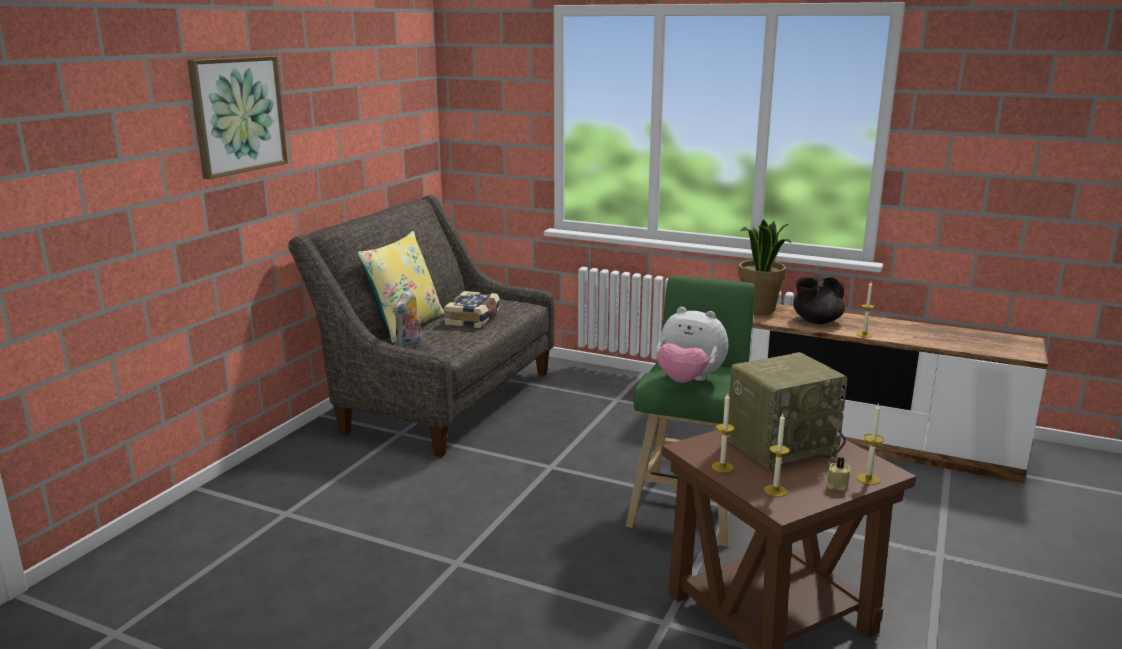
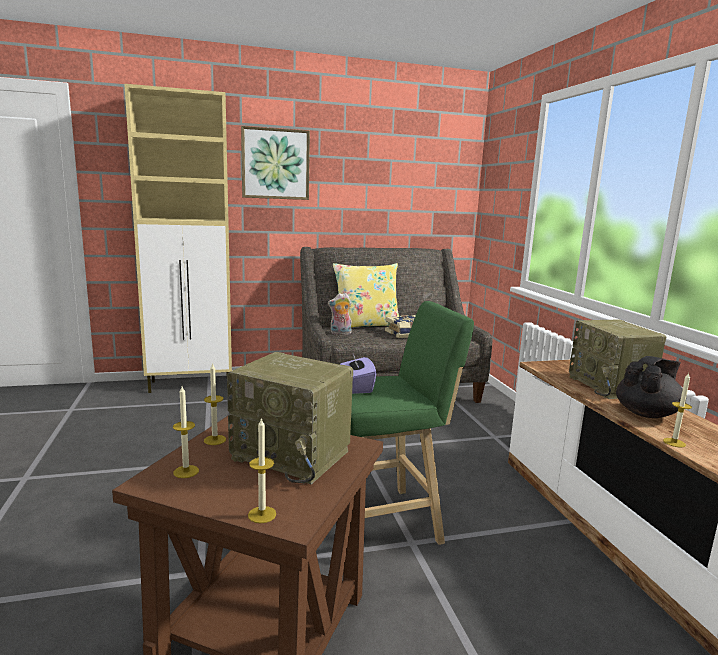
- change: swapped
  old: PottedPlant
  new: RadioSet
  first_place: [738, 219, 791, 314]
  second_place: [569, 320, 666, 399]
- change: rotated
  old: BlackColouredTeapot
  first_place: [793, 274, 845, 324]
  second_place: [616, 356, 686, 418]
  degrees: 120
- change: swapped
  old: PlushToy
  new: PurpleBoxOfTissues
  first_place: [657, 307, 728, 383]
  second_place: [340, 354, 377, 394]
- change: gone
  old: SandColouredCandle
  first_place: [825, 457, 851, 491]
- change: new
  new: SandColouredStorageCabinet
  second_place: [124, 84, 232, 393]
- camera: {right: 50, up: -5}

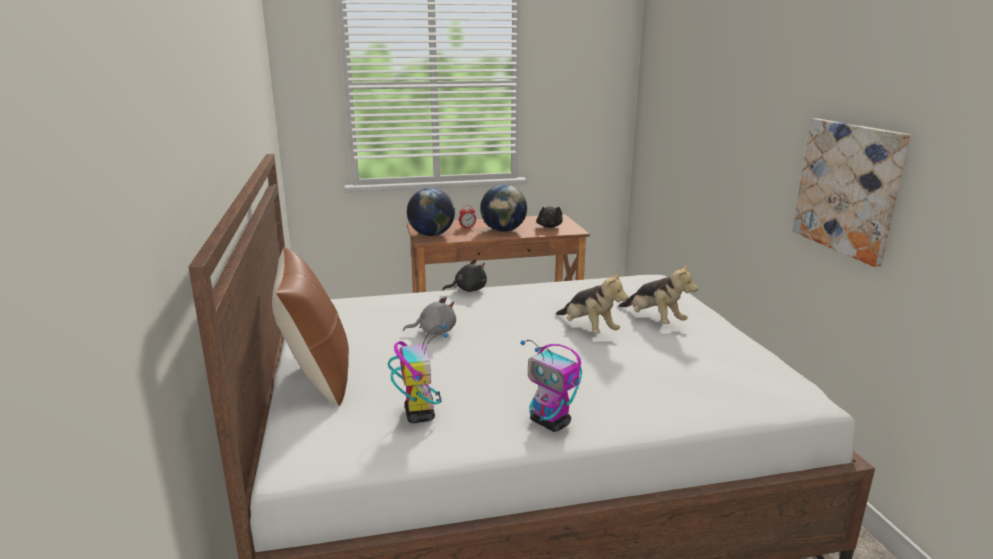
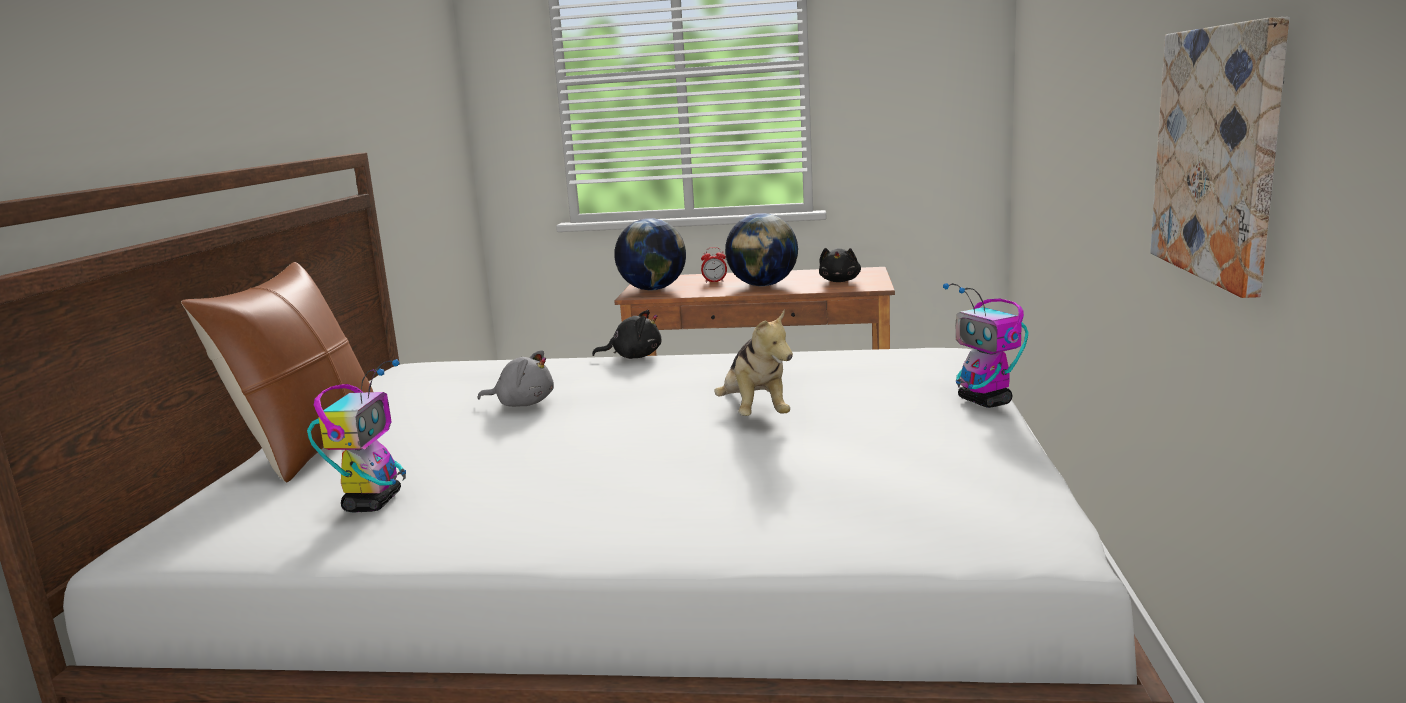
- change: gone
  old: PlushToy
  first_place: [619, 263, 698, 324]
- change: shifted
  old: RobotFigure
  first_place: [520, 340, 582, 432]
  second_place: [943, 283, 1029, 408]
- camera: {right: 20, up: -5}

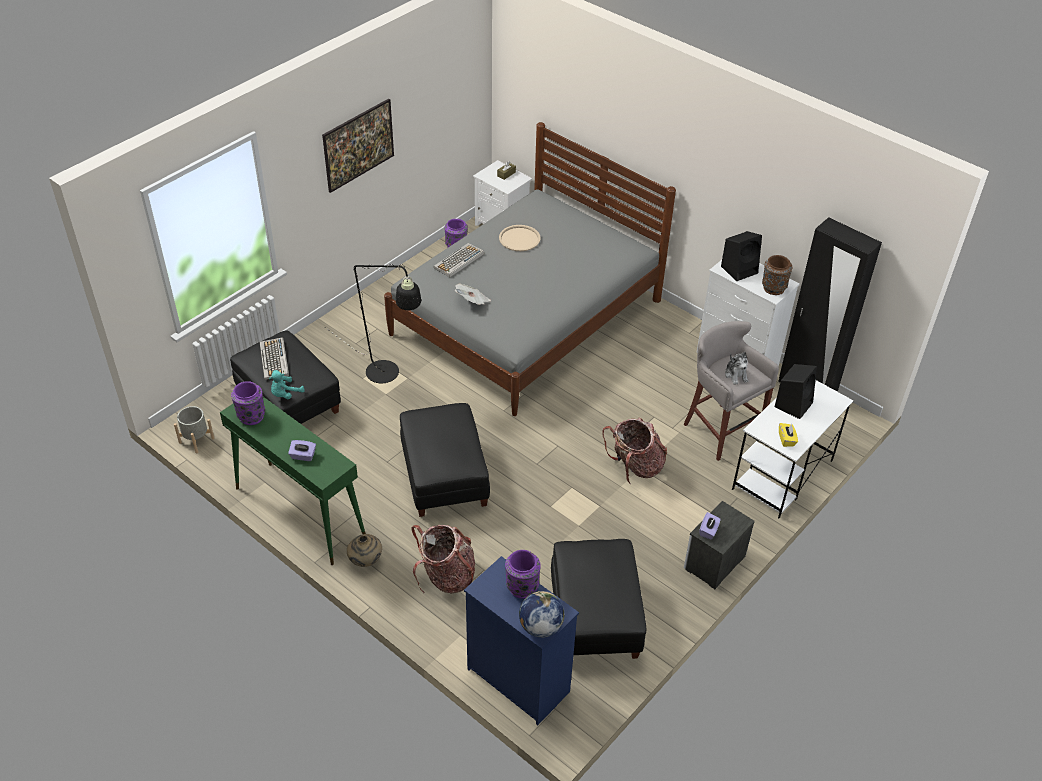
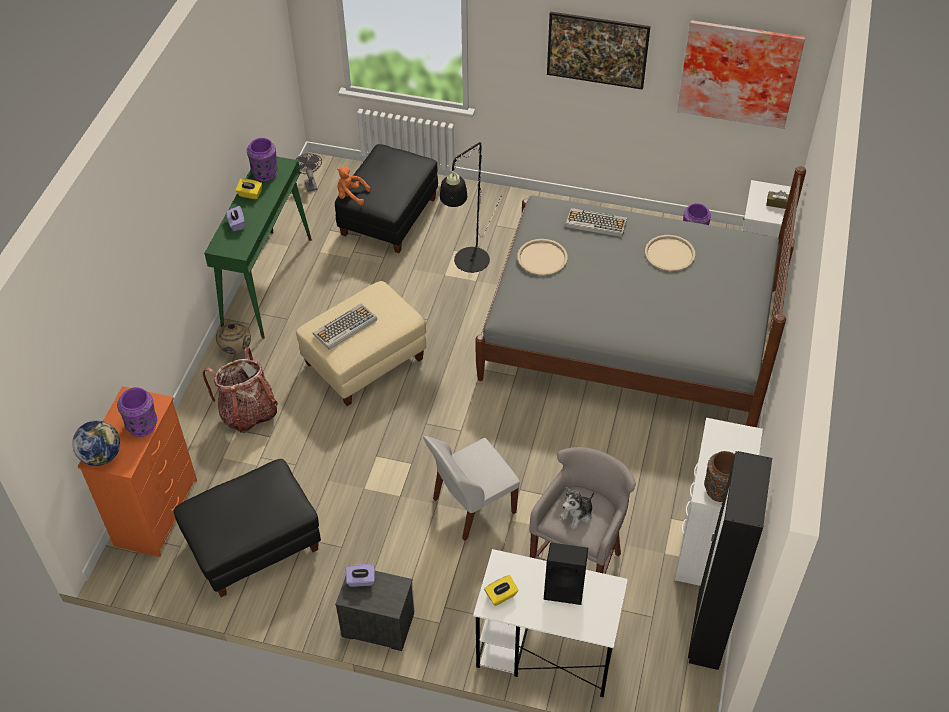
- change: gone
  old: BlackColouredLoudspeaker
  first_place: [721, 231, 762, 281]
- change: swapped
  old: DailyPaper
  new: SandColouredCarryingTray
  first_place: [455, 284, 491, 305]
  second_place: [517, 239, 568, 276]
- change: shifted
  old: ComputerKeyboard
  first_place: [260, 337, 289, 380]
  second_place: [313, 304, 377, 350]
- change: repainted
  old: BlueGreenPlushToy
  new: OrangeColouredPlushToy
  first_place: [269, 370, 305, 399]
  second_place: [337, 167, 371, 205]
- change: repainted
  old: BlackColouredPouffe
  new: SandColouredPouffe
  first_place: [400, 403, 490, 517]
  second_place: [296, 281, 426, 406]
- change: swapped
  old: GreyishPlantPot
  new: GreyishCoolingFan
  first_place: [174, 406, 214, 453]
  second_place: [295, 153, 322, 192]
- change: swapped
  old: Rucksack
  new: WhitishUprightChair
  first_place: [602, 418, 667, 484]
  second_place: [423, 436, 520, 541]
- change: repainted
  old: BlueColouredChestOfDrawers
  new: OrangeColouredChestOfDrawers
  first_place: [464, 556, 579, 725]
  second_place: [78, 386, 197, 557]
- change: new
  new: WallPicture
  second_place: [677, 20, 805, 129]
- change: new
  new: YellowishBoxOfTissues
  second_place: [236, 179, 262, 199]
- camera: {right: 65, up: 5}

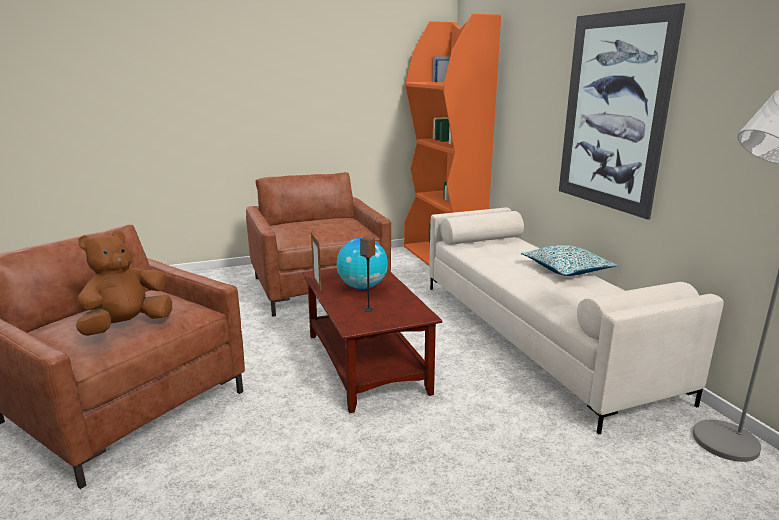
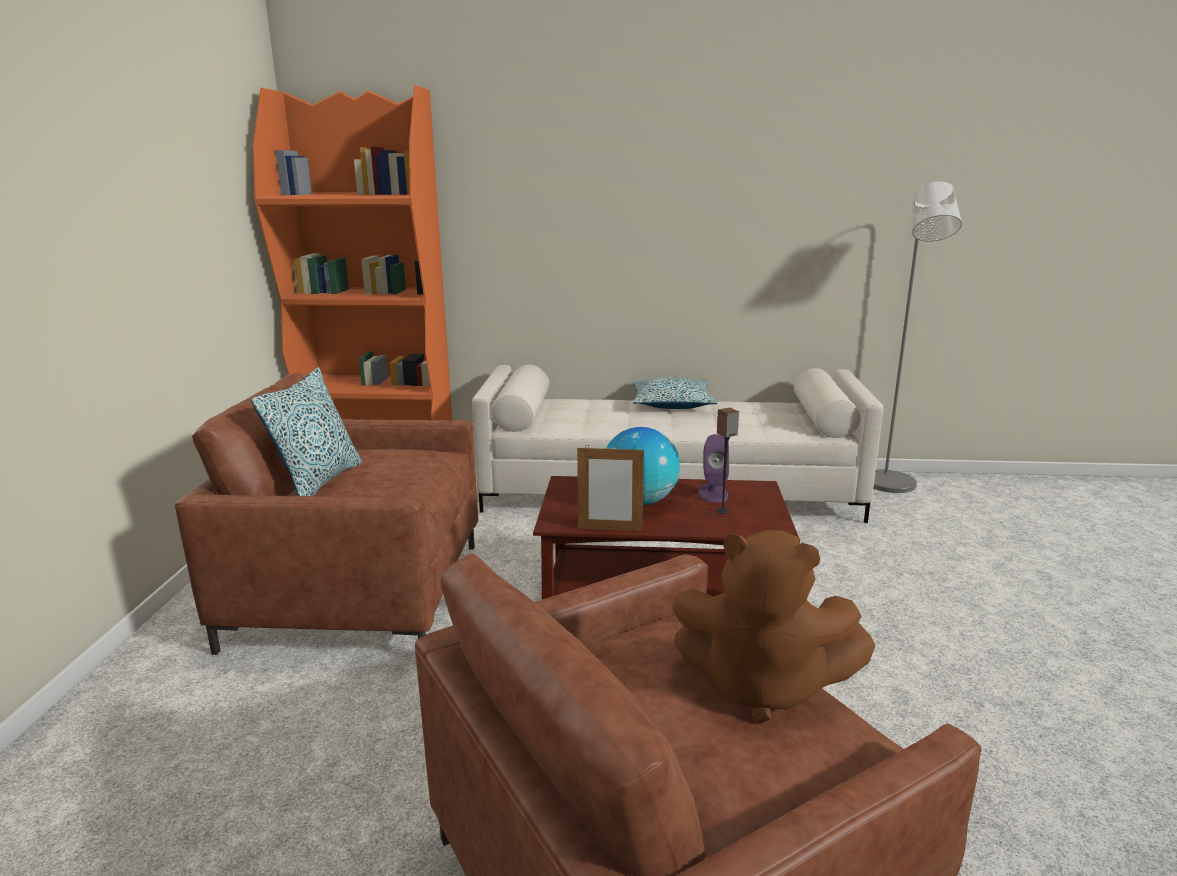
- change: gone
  old: WallPicture
  first_place: [559, 3, 686, 220]
- change: rotated
  old: BrownPlushToy
  first_place: [76, 231, 172, 336]
  second_place: [672, 530, 875, 723]
  degrees: -45
- change: new
  new: Cushion
  second_place: [251, 367, 362, 496]
- change: new
  new: PurpleLoudspeaker
  second_place: [698, 434, 729, 503]
- camera: {right: -65, up: 0}

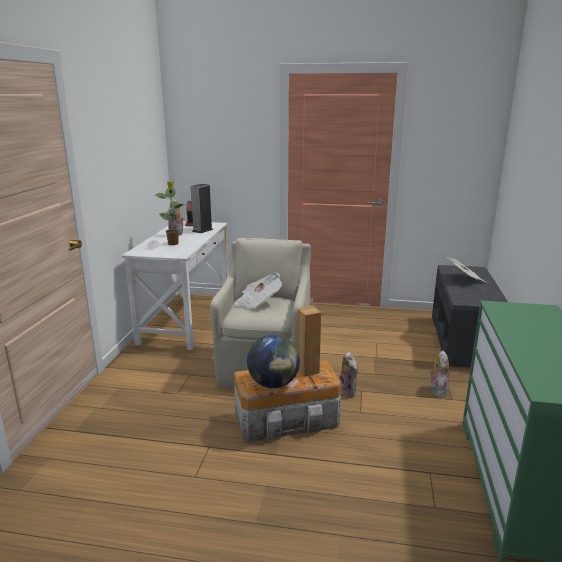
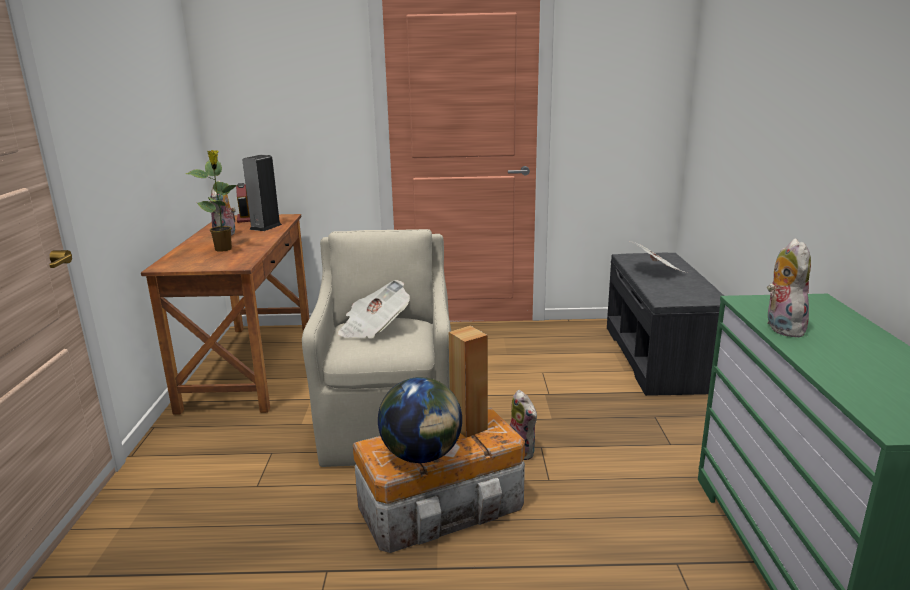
- change: repainted
  old: WhitishDeskTable
  new: BrownDeskTable
  first_place: [122, 221, 228, 350]
  second_place: [141, 214, 309, 415]
- change: shifted
  old: PlushToy
  first_place: [429, 351, 449, 397]
  second_place: [767, 239, 811, 337]
- camera: {right: -10, up: 0}

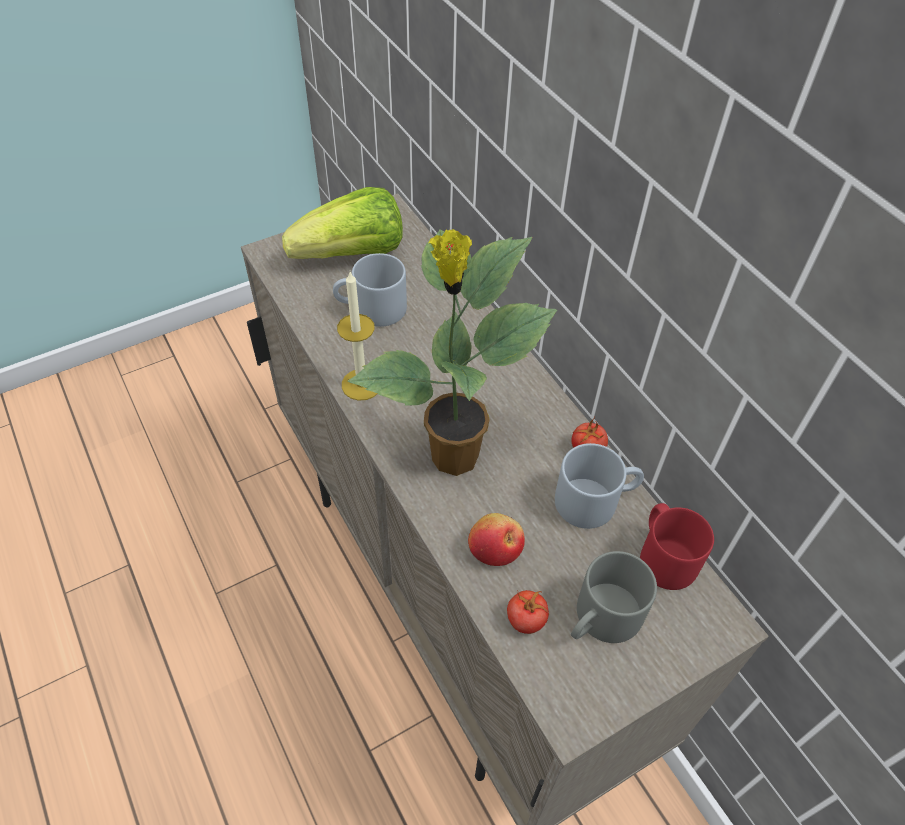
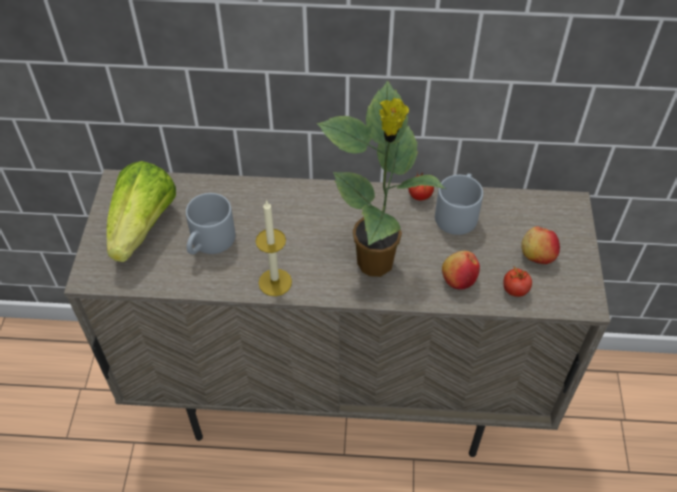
- change: gone
  old: ReddishMug
  first_place: [640, 503, 714, 590]
- change: swapped
  old: GreyishMug
  new: Apple
  first_place: [571, 551, 657, 643]
  second_place: [521, 226, 560, 264]
- camera: {right: -55, up: 0}

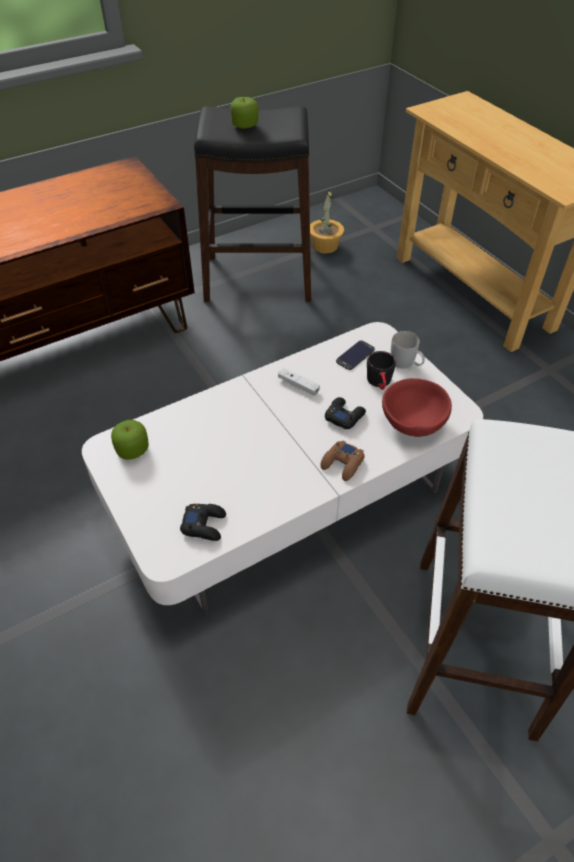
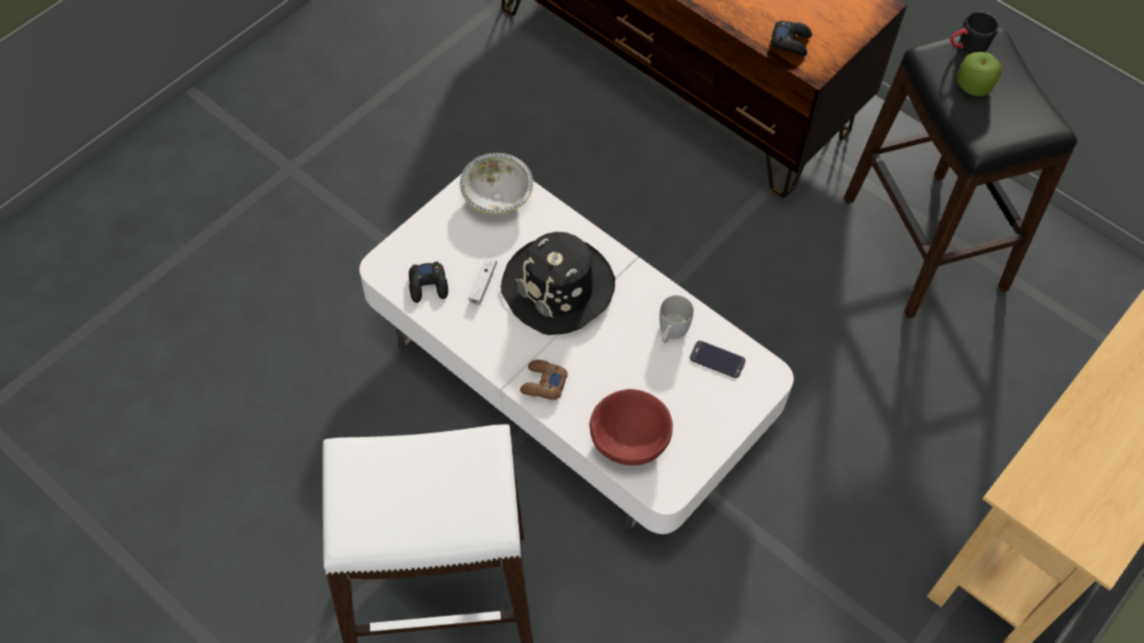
- change: gone
  old: PottedPlant
  first_place: [310, 189, 344, 253]
- change: shifted
  old: WhitishMug
  first_place: [391, 331, 425, 369]
  second_place: [659, 295, 694, 343]
- change: shifted
  old: BlackColouredMug
  first_place: [367, 351, 396, 390]
  second_place: [950, 11, 999, 54]
- change: shifted
  old: WhitishGameController
  first_place: [278, 368, 320, 396]
  second_place: [469, 257, 497, 305]
- change: shifted
  old: BlackColouredGameController
  first_place: [325, 397, 366, 430]
  second_place: [770, 21, 812, 56]
- change: swapped
  old: Apple
  new: ServingBowl
  first_place: [111, 420, 149, 460]
  second_place: [460, 153, 533, 214]
- change: new
  new: BlackColouredHat
  second_place: [501, 232, 615, 335]
- camera: {right: 70, up: 10}

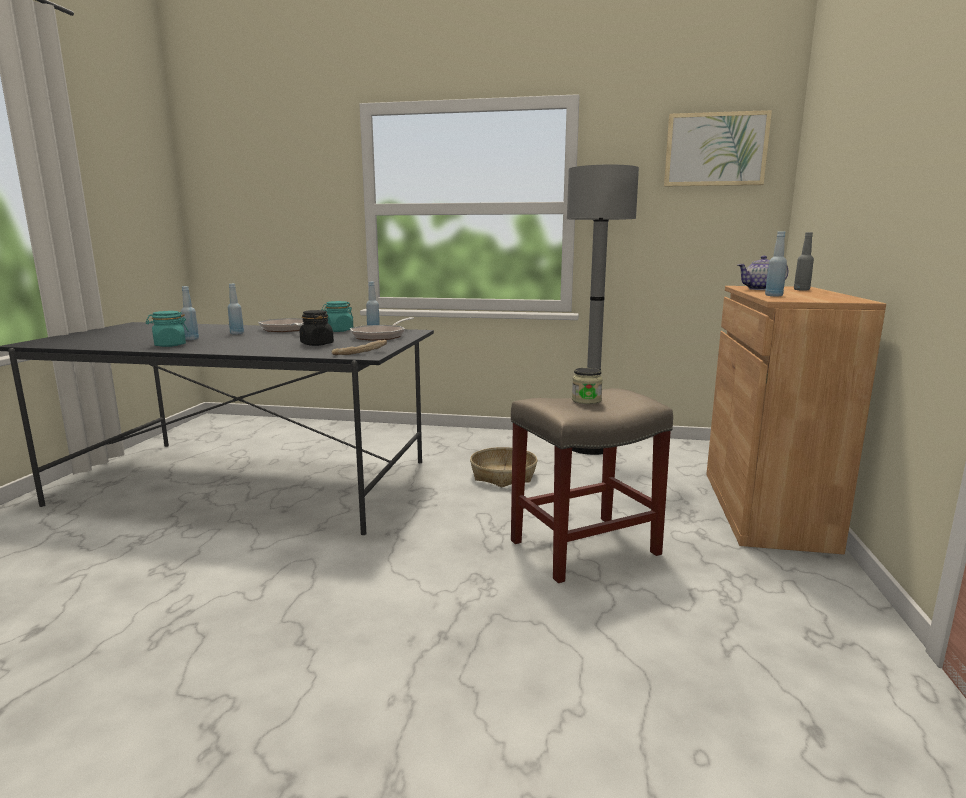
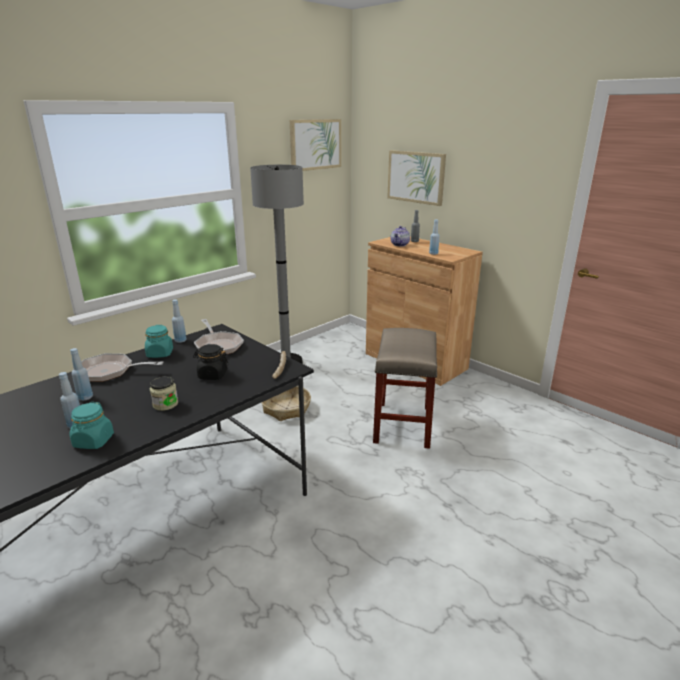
- change: shifted
  old: Jar
  first_place: [572, 368, 603, 404]
  second_place: [150, 376, 178, 411]
- change: new
  new: WallPicture
  second_place: [387, 150, 446, 206]
- camera: {right: -55, up: 10}

